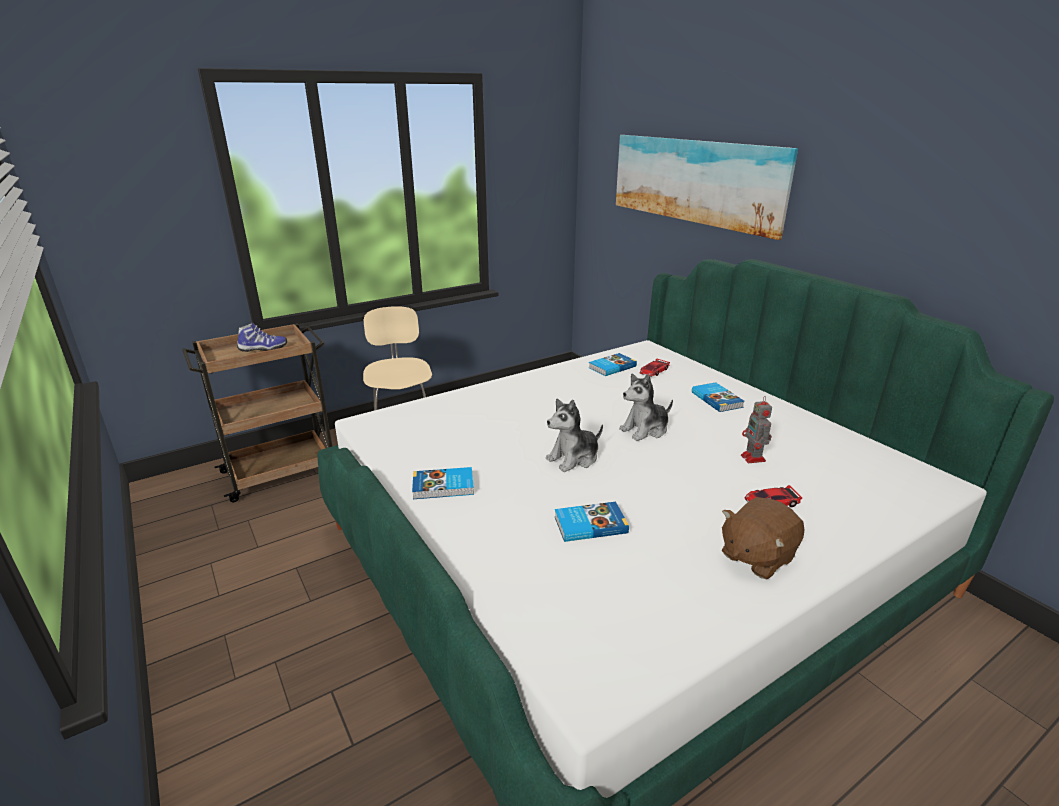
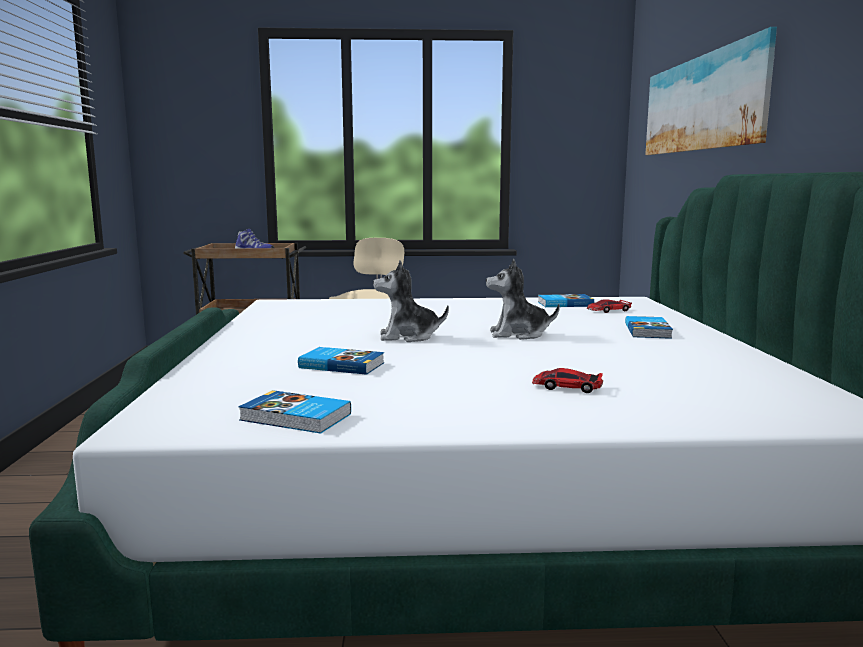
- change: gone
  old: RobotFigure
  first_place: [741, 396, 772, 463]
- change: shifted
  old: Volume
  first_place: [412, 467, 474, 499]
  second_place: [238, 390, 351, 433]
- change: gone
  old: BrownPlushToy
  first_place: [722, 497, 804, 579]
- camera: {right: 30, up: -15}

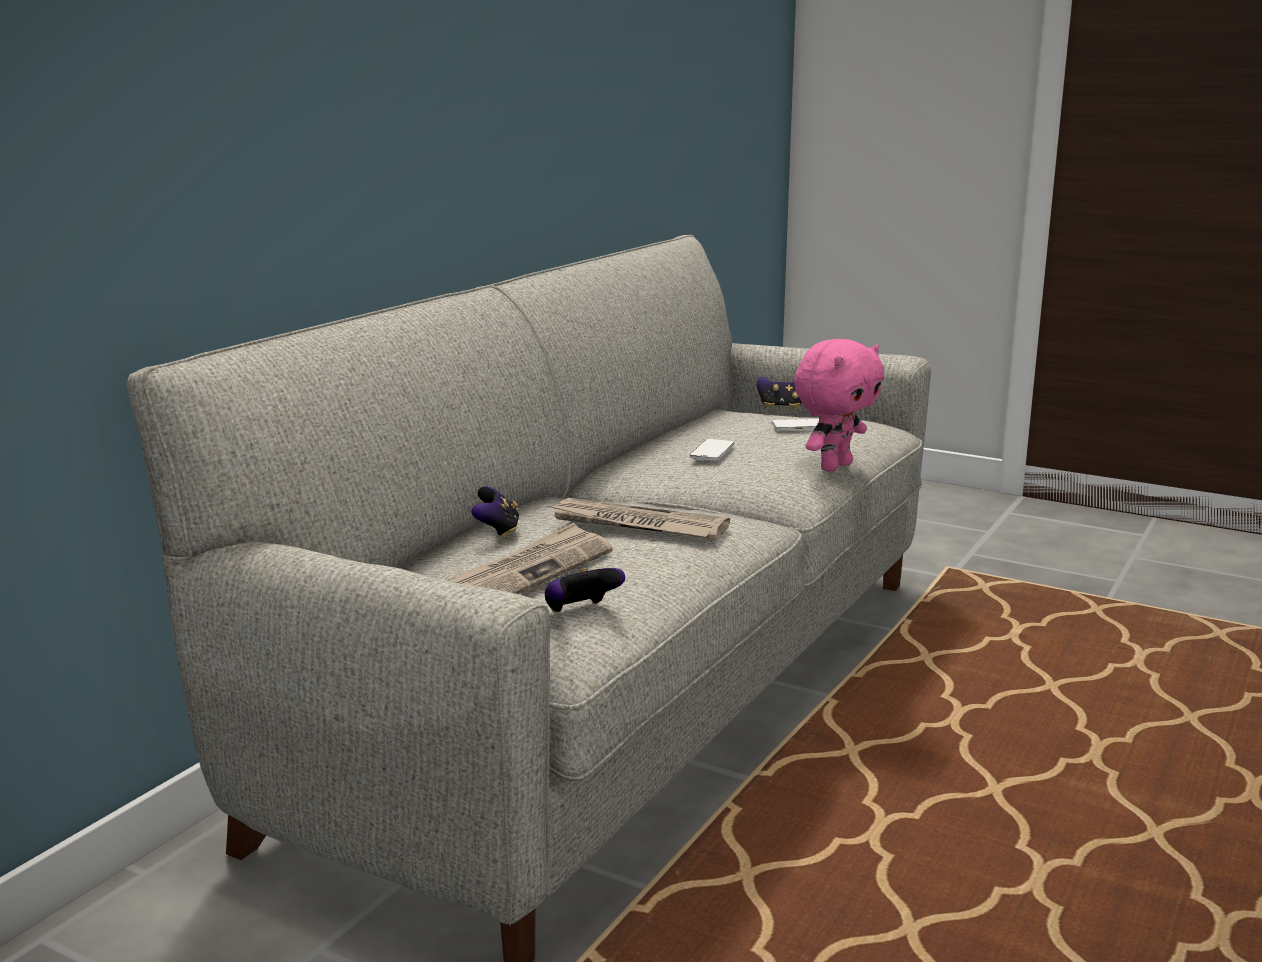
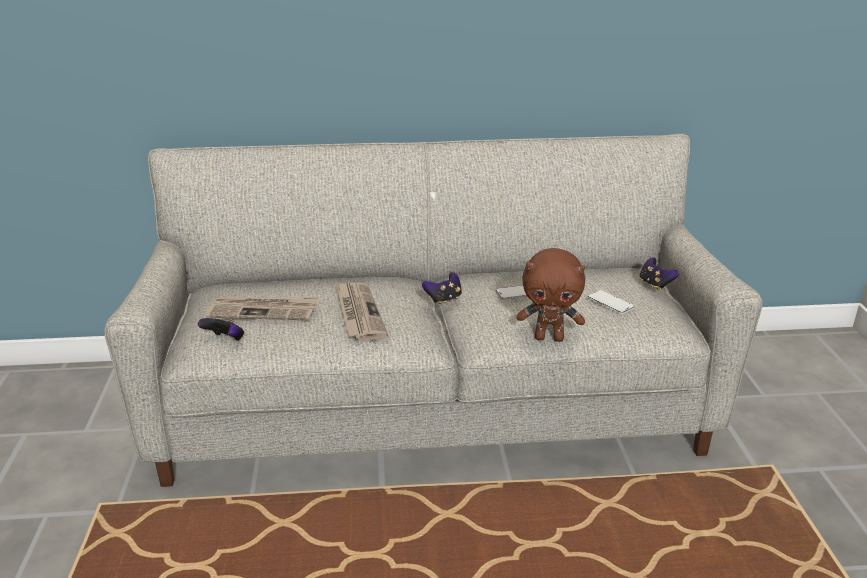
- change: repainted
  old: PinkishPlushToy
  new: BrownPlushToy
  first_place: [794, 339, 884, 472]
  second_place: [517, 248, 585, 342]
- change: shifted
  old: GameController
  first_place: [471, 486, 520, 538]
  second_place: [422, 272, 462, 305]
- camera: {right: 55, up: 10}

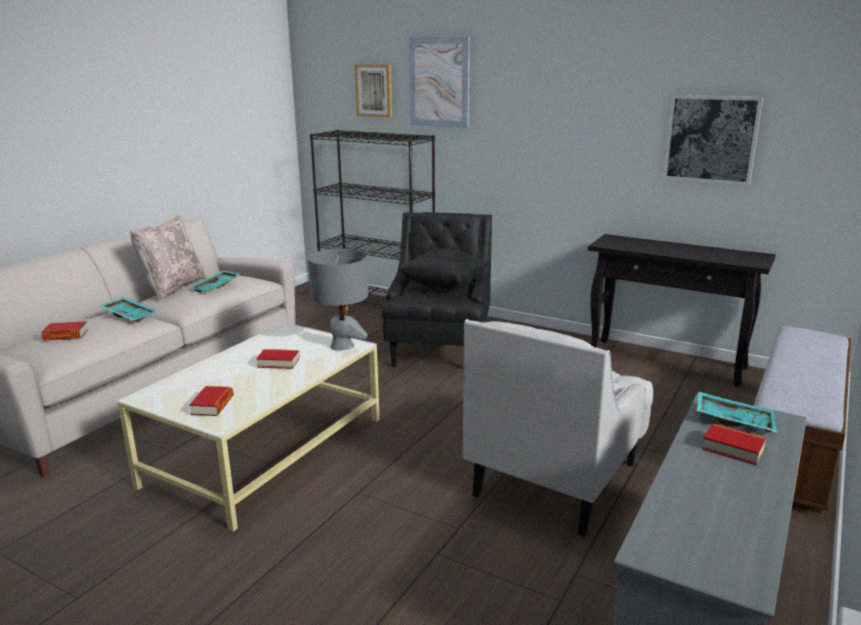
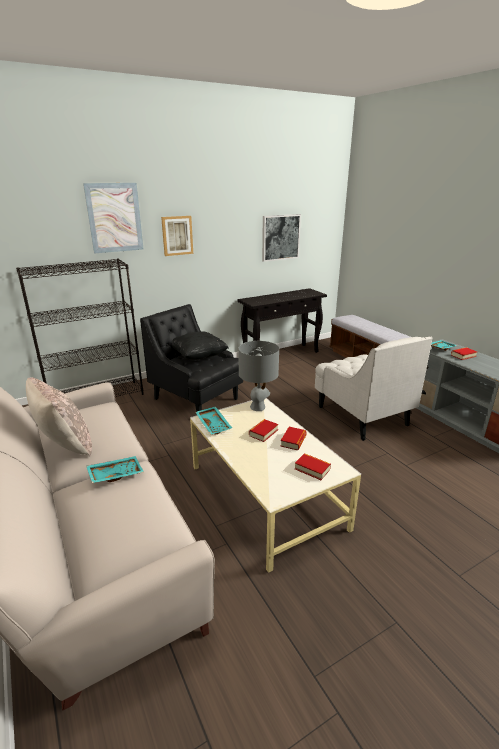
- change: shifted
  old: WallPicture
  first_place: [355, 64, 392, 117]
  second_place: [161, 216, 193, 256]
- change: shifted
  old: BlueGreenCarryingTray
  first_place: [190, 270, 240, 292]
  second_place: [195, 406, 232, 435]
- change: shifted
  old: Volume
  first_place: [41, 321, 88, 341]
  second_place: [280, 427, 307, 450]
- camera: {right: -60, up: 5}

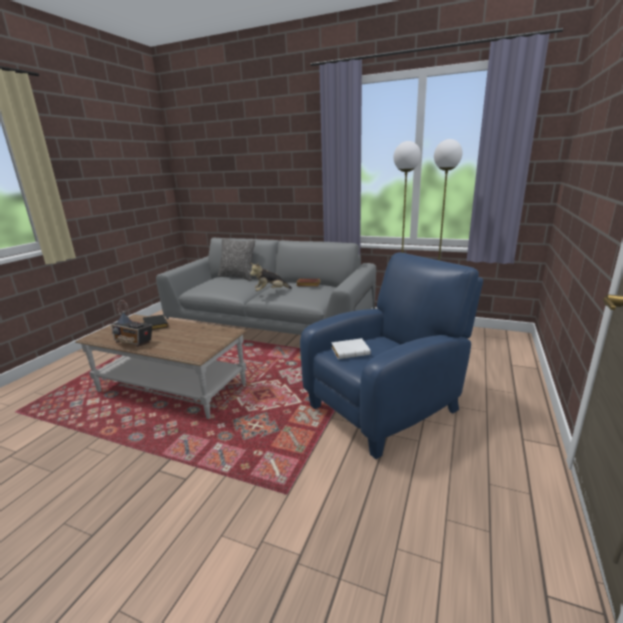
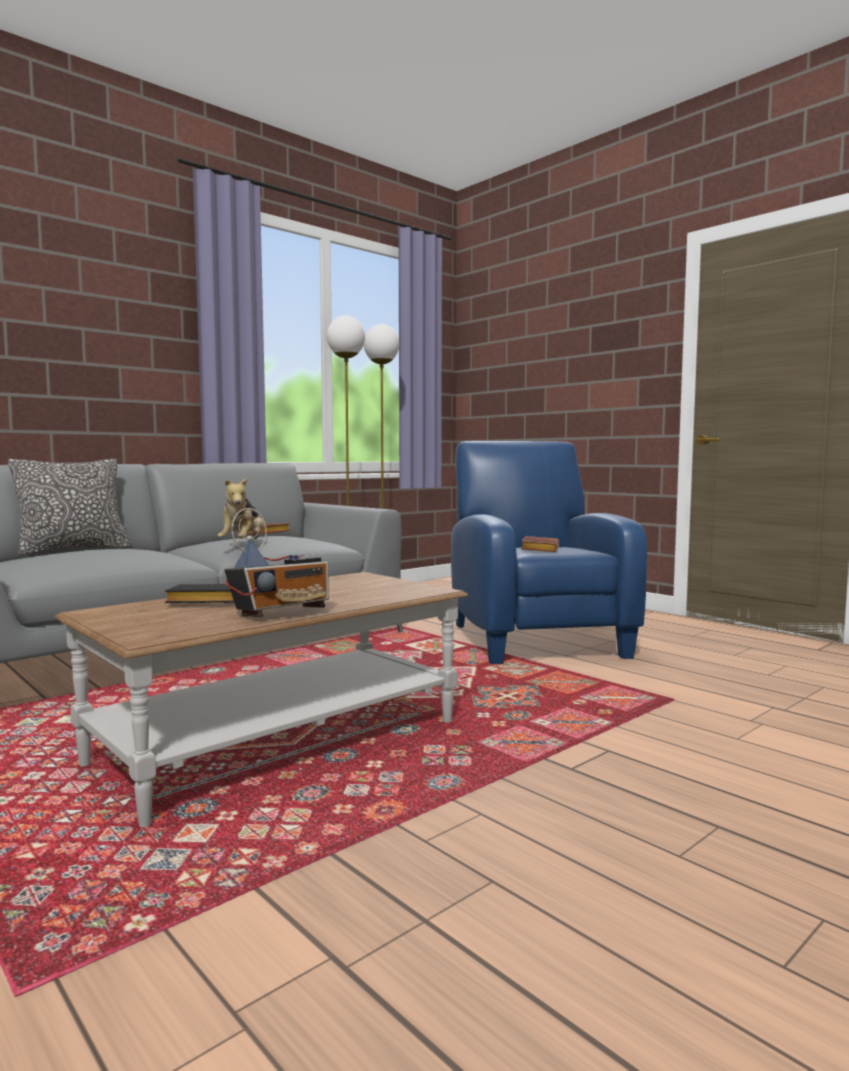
- change: repainted
  old: WhitishVolume
  new: BrownVolume
  first_place: [331, 338, 371, 359]
  second_place: [521, 536, 560, 552]
- camera: {right: -65, up: -15}

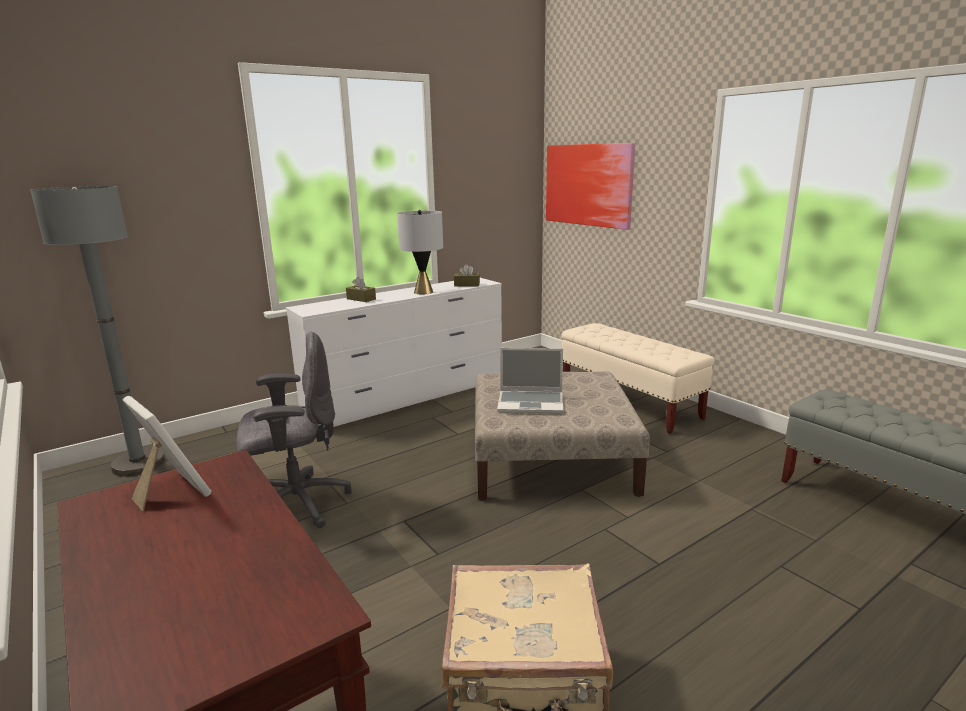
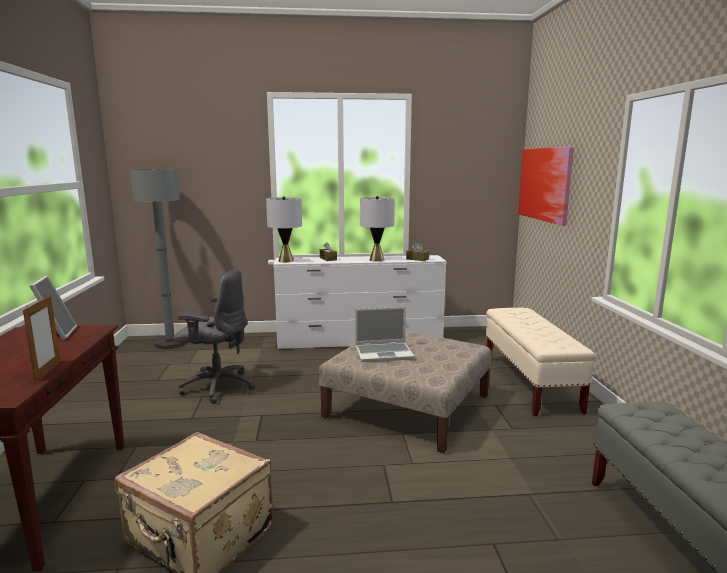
- change: rotated
  old: PortableComputer
  first_place: [497, 348, 563, 414]
  second_place: [355, 307, 414, 362]
  degrees: -45
- change: new
  new: GreyishLampForATable
  second_place: [266, 196, 302, 262]
- change: new
  new: StandingFrame
  second_place: [23, 295, 60, 381]
- camera: {right: 30, up: -5}

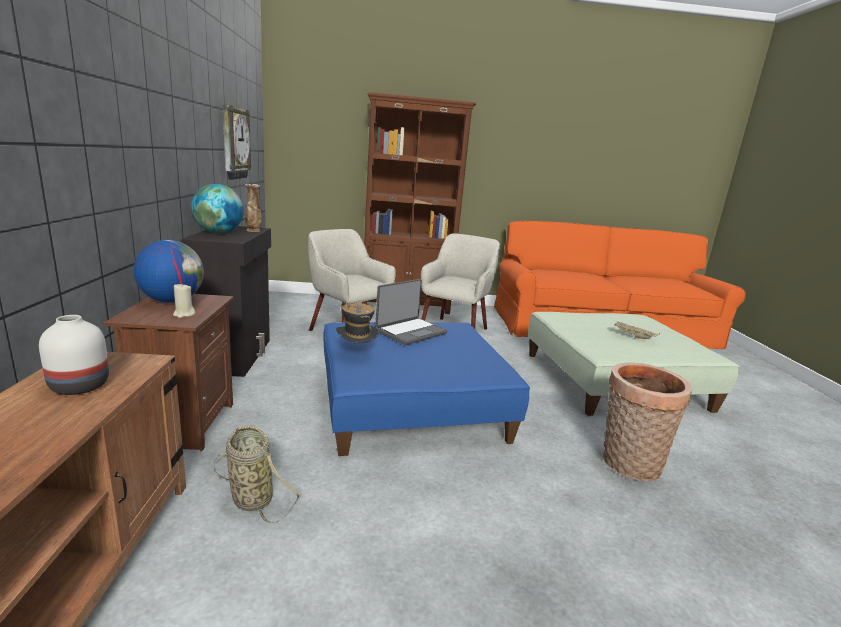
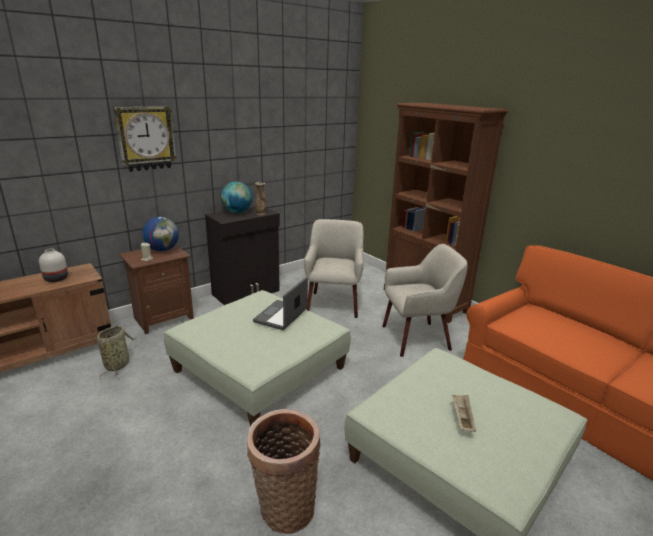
- change: shifted
  old: HangingClock
  first_place: [222, 104, 252, 180]
  second_place: [113, 106, 177, 172]
- change: rotated
  old: PortableComputer
  first_place: [375, 279, 448, 345]
  second_place: [253, 277, 308, 330]
  degrees: 105
- change: gone
  old: Hat
  first_place: [336, 302, 379, 347]
- change: repainted
  old: BlueColouredPouffe
  new: GreenishPouffe
  first_place: [323, 322, 530, 456]
  second_place: [164, 290, 351, 426]
- camera: {right: 55, up: 5}

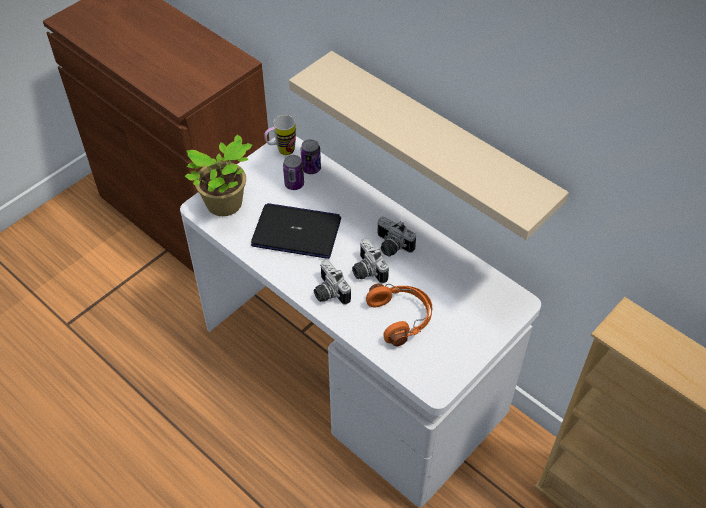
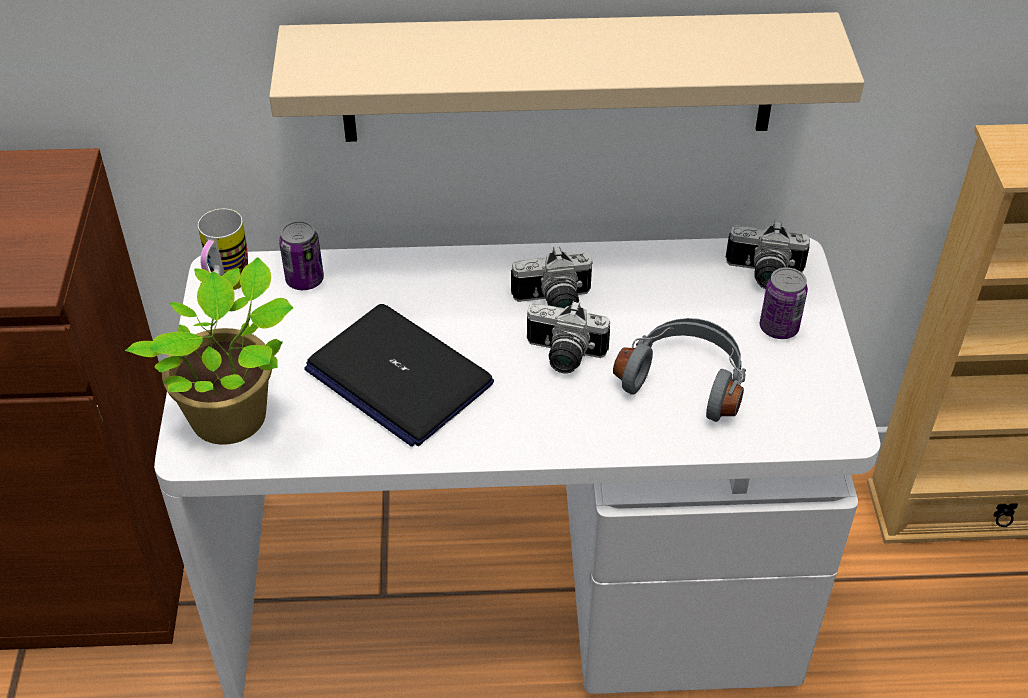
- change: shifted
  old: MetalCan
  first_place: [283, 155, 304, 190]
  second_place: [760, 267, 808, 339]
- change: rotated
  old: PortableComputer
  first_place: [251, 203, 341, 259]
  second_place: [305, 304, 494, 447]
  degrees: -105
- change: shifted
  old: PhotoCamera
  first_place: [314, 260, 351, 305]
  second_place: [726, 221, 810, 289]
- change: repainted
  old: OrangeColouredPairOfHeadphones
  new: GreyishPairOfHeadphones
  first_place: [366, 283, 432, 346]
  second_place: [613, 318, 746, 422]
- camera: {right: -45, up: -5}

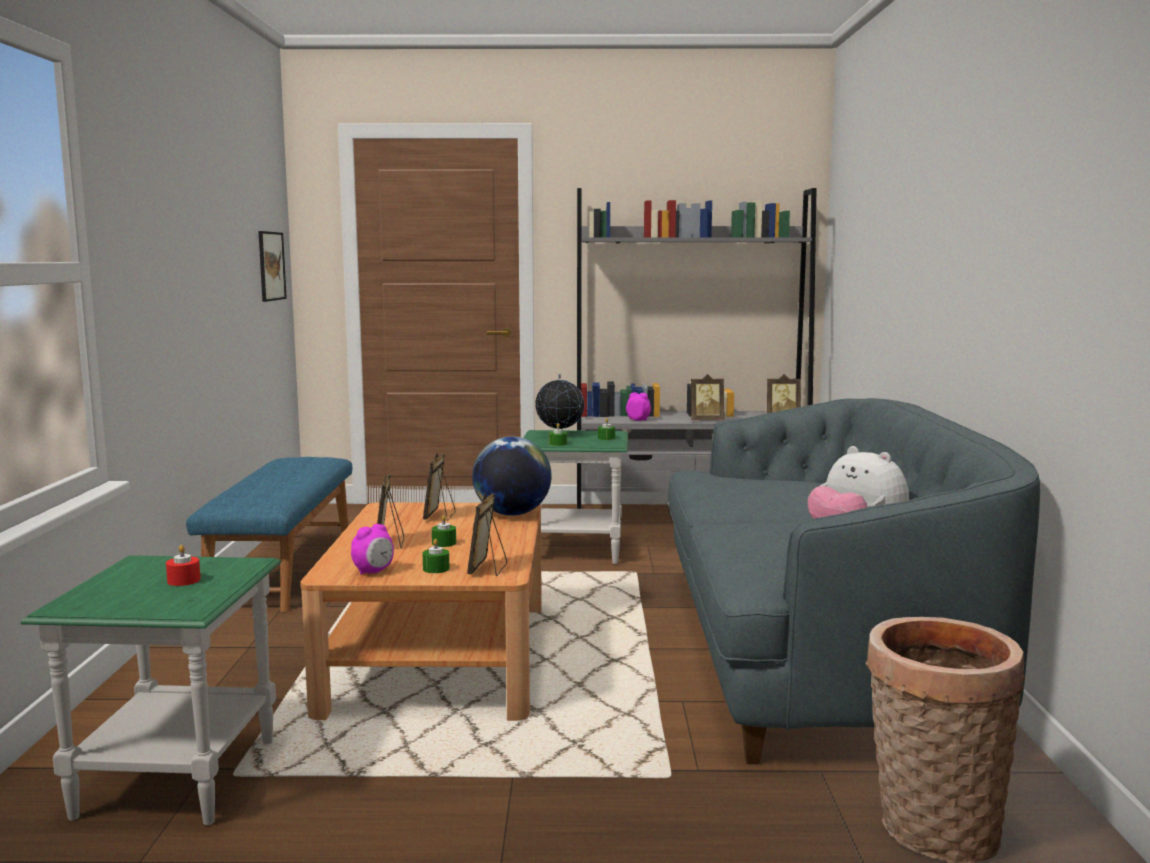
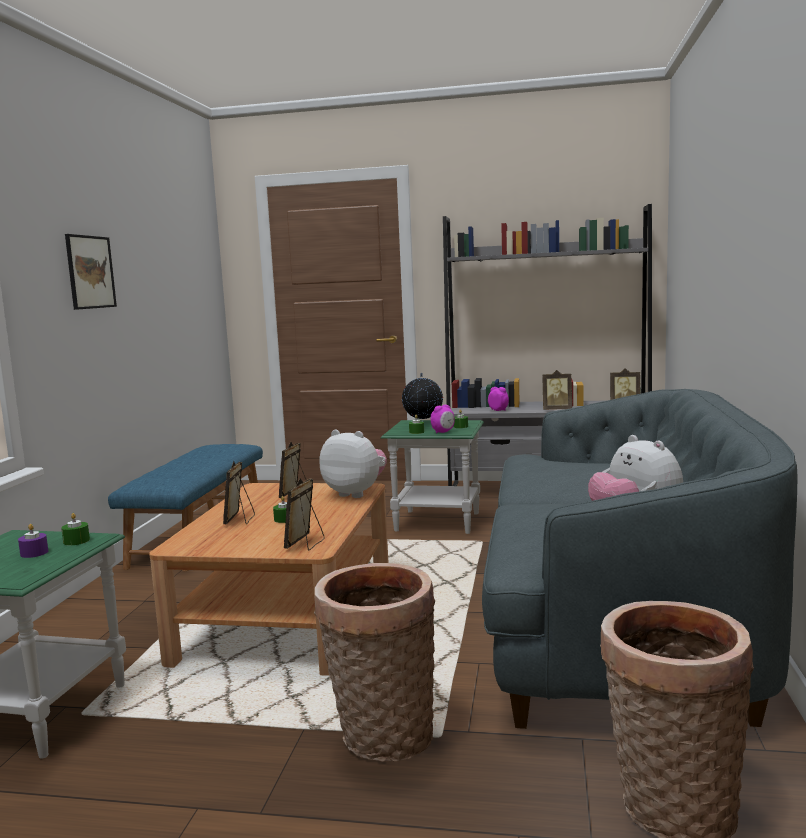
- change: shifted
  old: WallPicture
  first_place: [258, 231, 287, 302]
  second_place: [65, 234, 117, 310]
- change: swapped
  old: Globe
  new: PlushToy
  first_place: [472, 436, 552, 516]
  second_place: [319, 429, 387, 498]
- change: shifted
  old: TableClock
  first_place: [351, 524, 394, 575]
  second_place: [431, 405, 455, 433]
- change: shifted
  old: GreenishCandle
  first_place: [423, 539, 450, 573]
  second_place: [61, 513, 90, 545]
- change: repainted
  old: ReddishCandle
  new: PurpleCandle
  first_place: [166, 545, 201, 586]
  second_place: [18, 524, 48, 558]
- change: new
  new: HouseholdBasket
  second_place: [314, 563, 435, 761]
- camera: {right: 10, up: 0}

